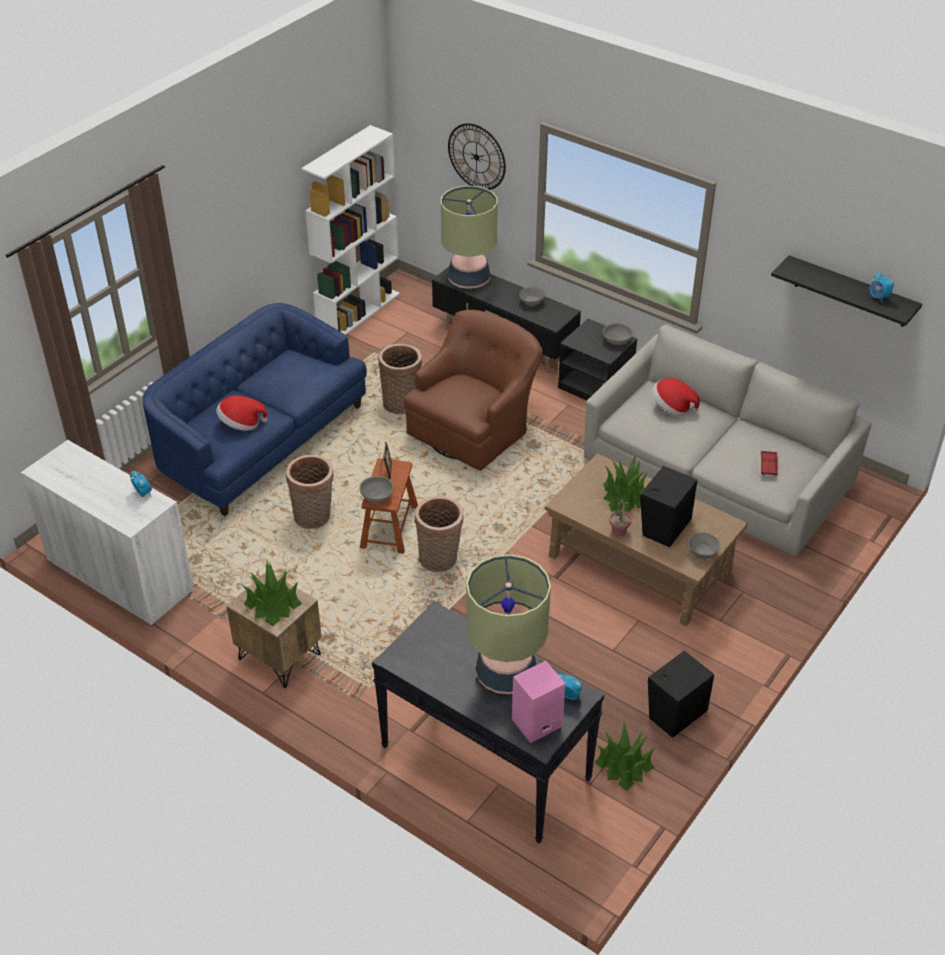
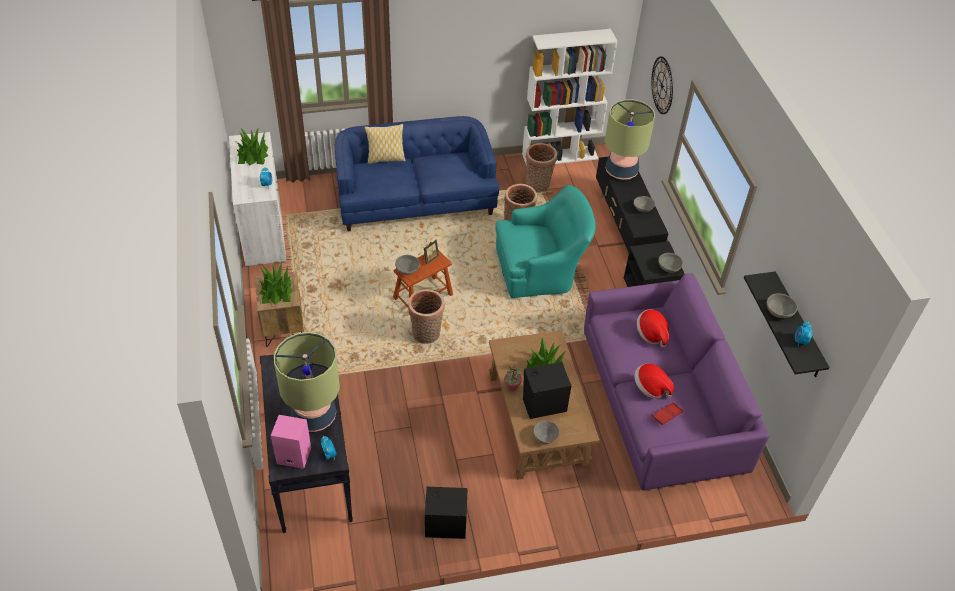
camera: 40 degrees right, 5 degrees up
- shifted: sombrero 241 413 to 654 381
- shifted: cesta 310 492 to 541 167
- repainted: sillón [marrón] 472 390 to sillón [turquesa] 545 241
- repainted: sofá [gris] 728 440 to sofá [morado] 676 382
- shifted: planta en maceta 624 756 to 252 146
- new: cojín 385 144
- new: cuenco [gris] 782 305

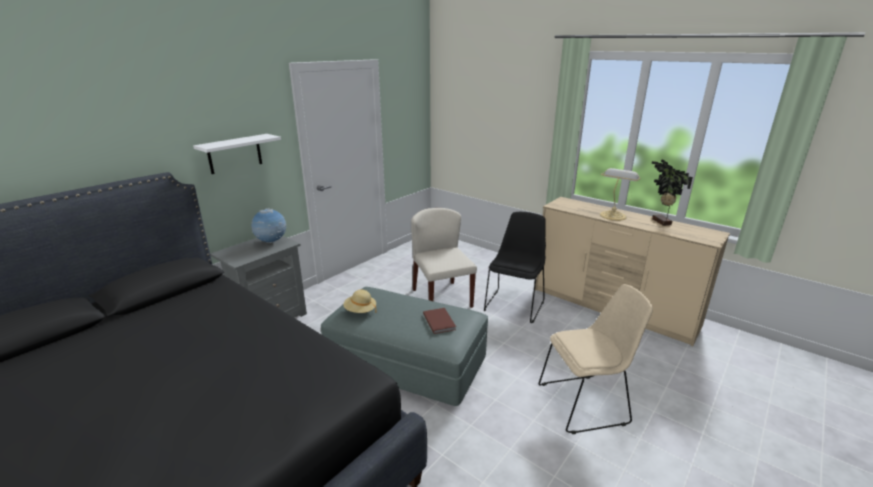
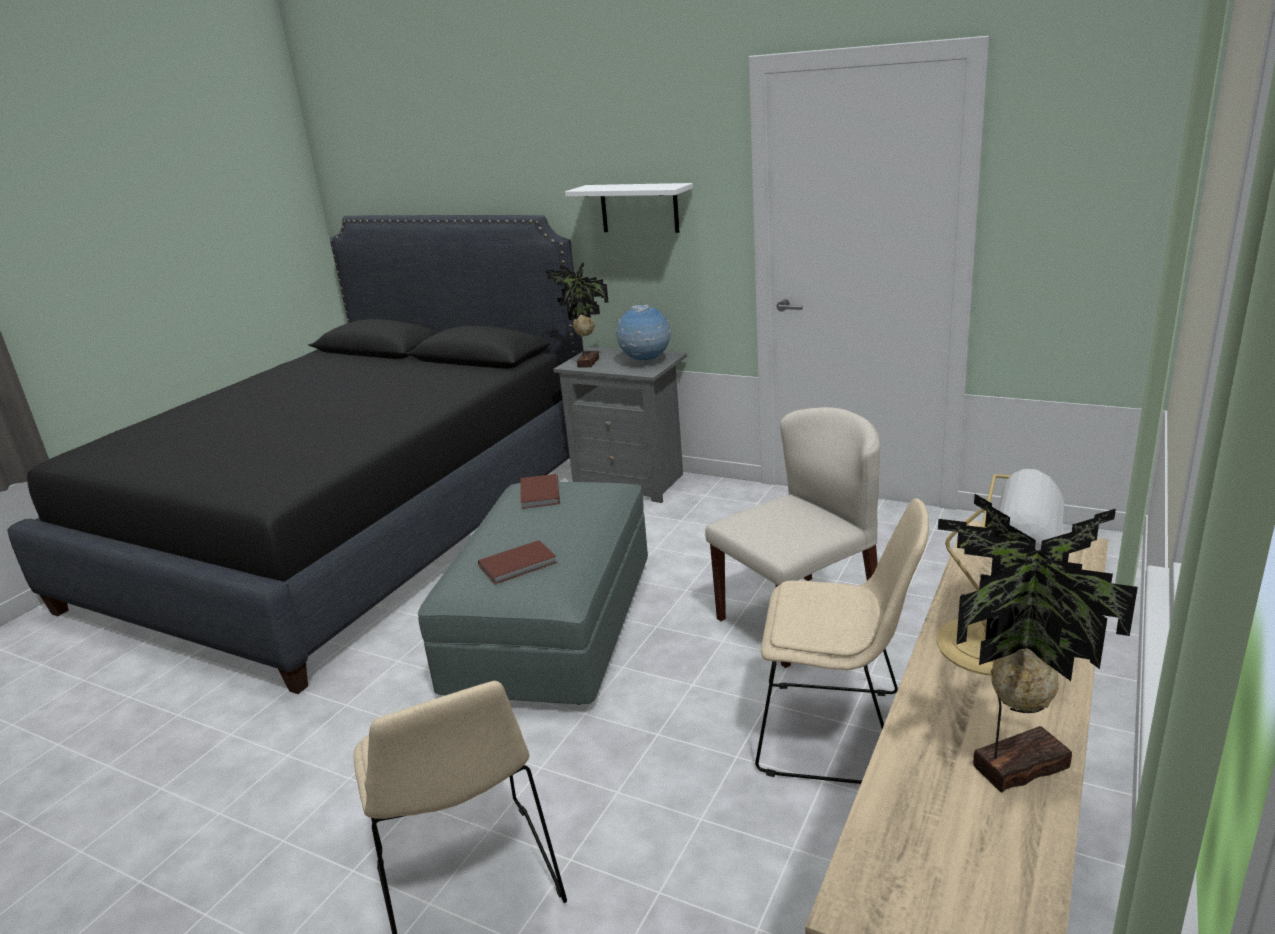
camera: 80 degrees right, 0 degrees up
- swapped: sombrero [beis] 360 301 to libro [marrón] 540 491
- repainted: silla [negro] 515 267 to silla [beis] 842 641
- new: planta en maceta 577 314

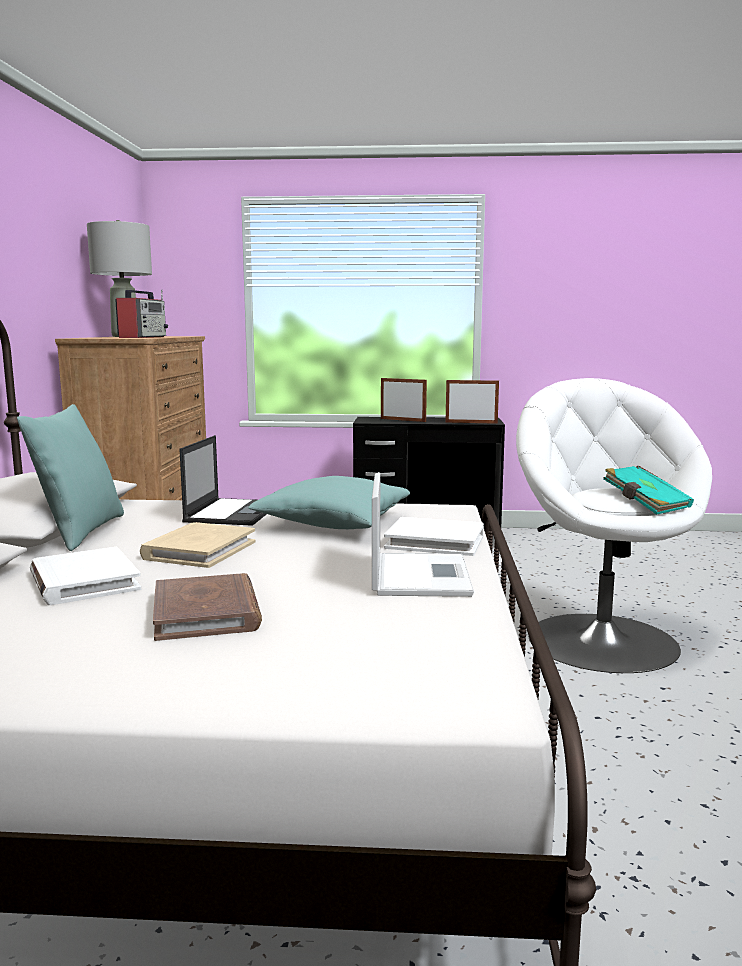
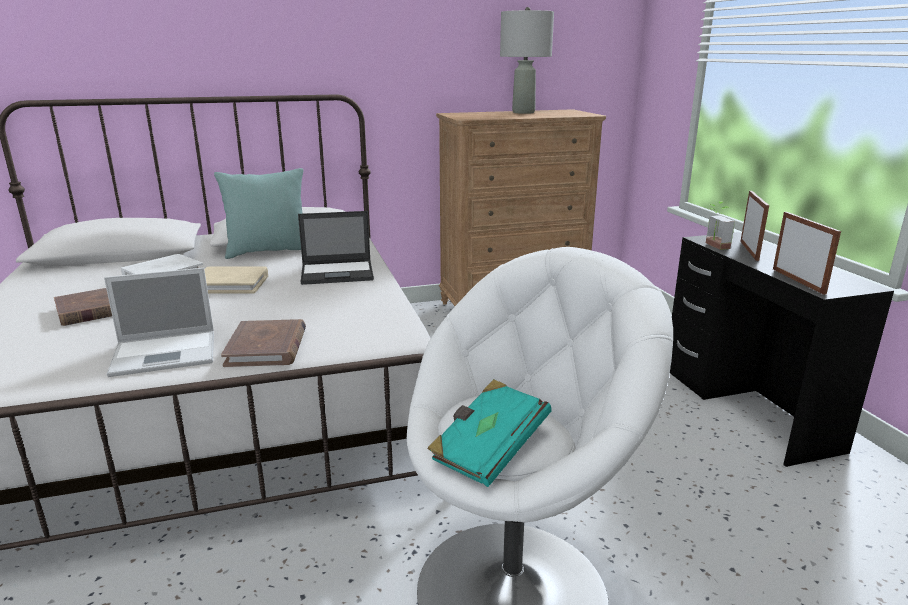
camera: 70 degrees right, 10 degrees up
- gone: radio 141 313
- gone: cojín [turquesa] 329 502
- repainted: libro [blanco] 434 536 to libro [marrón] 263 343
- new: planta en maceta 720 225

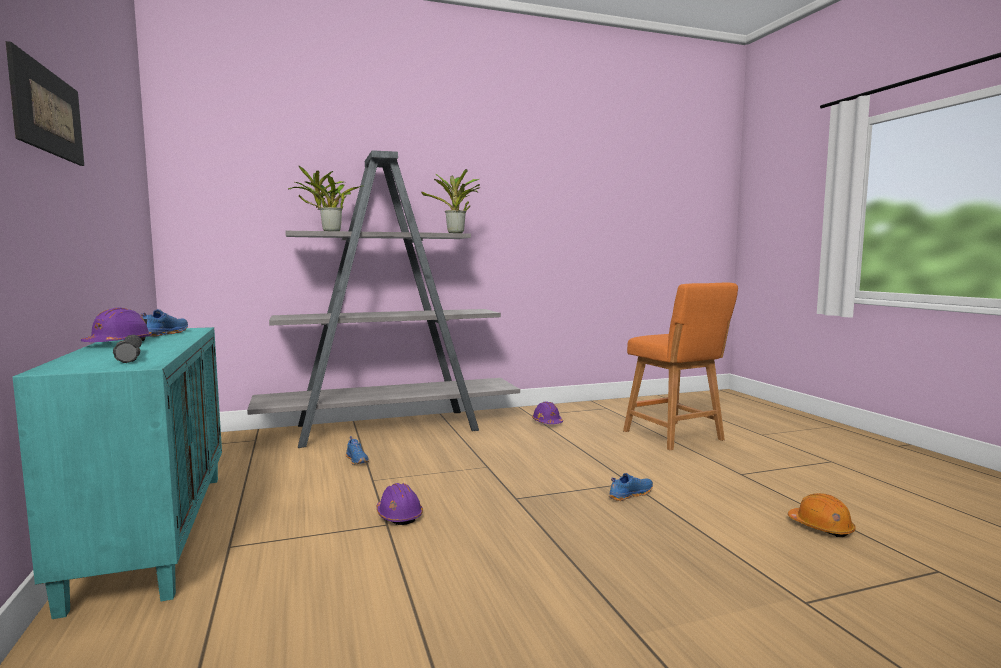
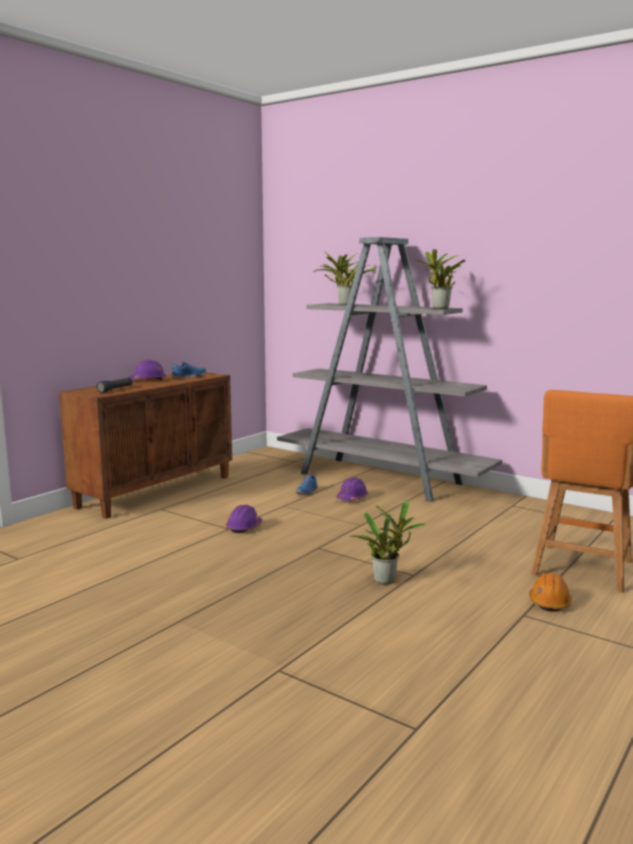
camera: 55 degrees right, 5 degrees up
- gone: cuadro 45 103
- repainted: armario [turquesa] 117 473 to armario [marrón] 145 445
- shifted: casco [morado] 547 412 to 352 489
- swapped: zapato [azul] 631 487 to planta en maceta 386 542
- shifted: casco [naranja] 822 515 to 550 592

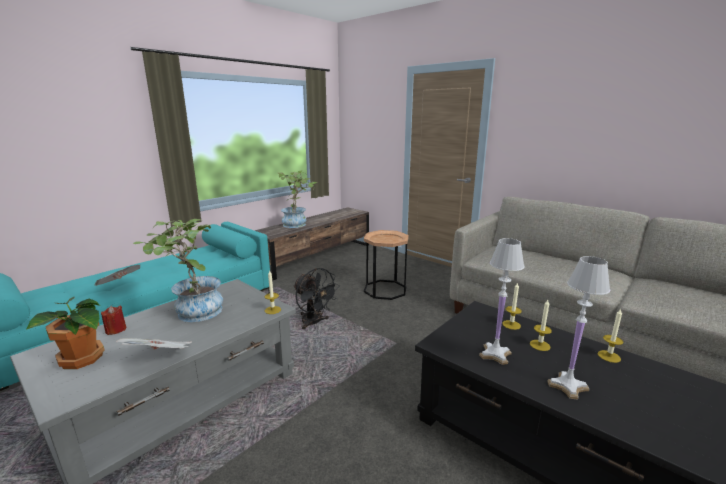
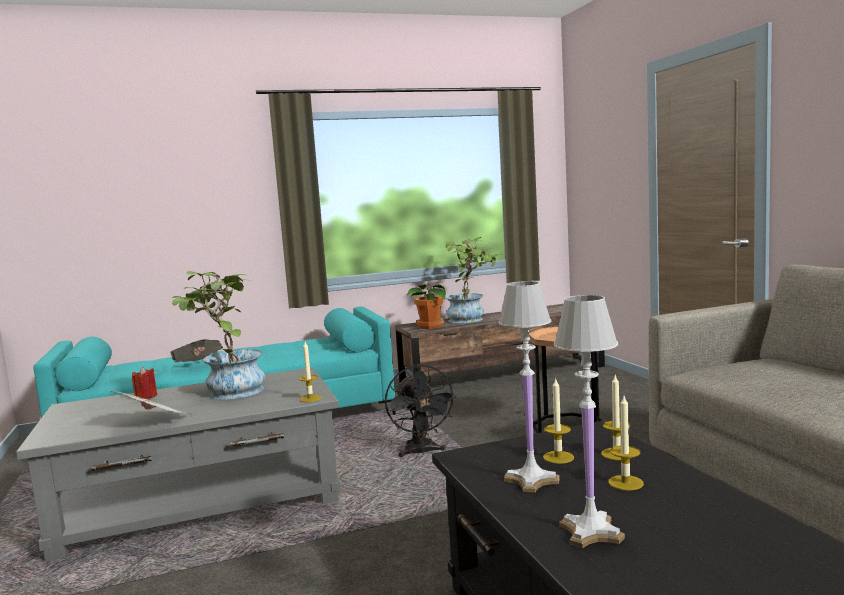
camera: 30 degrees right, 10 degrees down
- shifted: planta en maceta 65 333 to 426 306
- shifted: vela 610 335 to 558 421

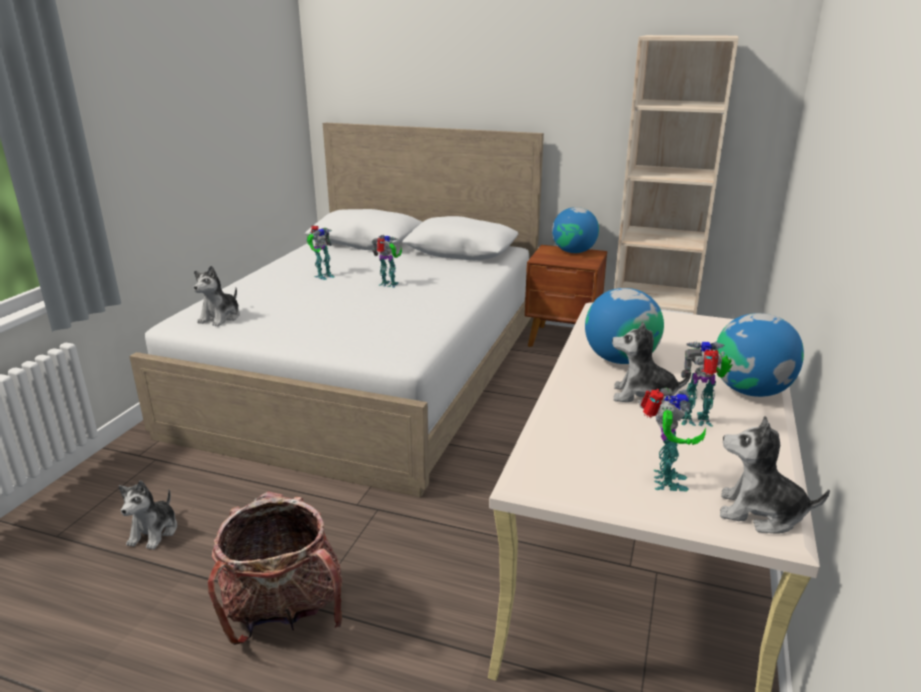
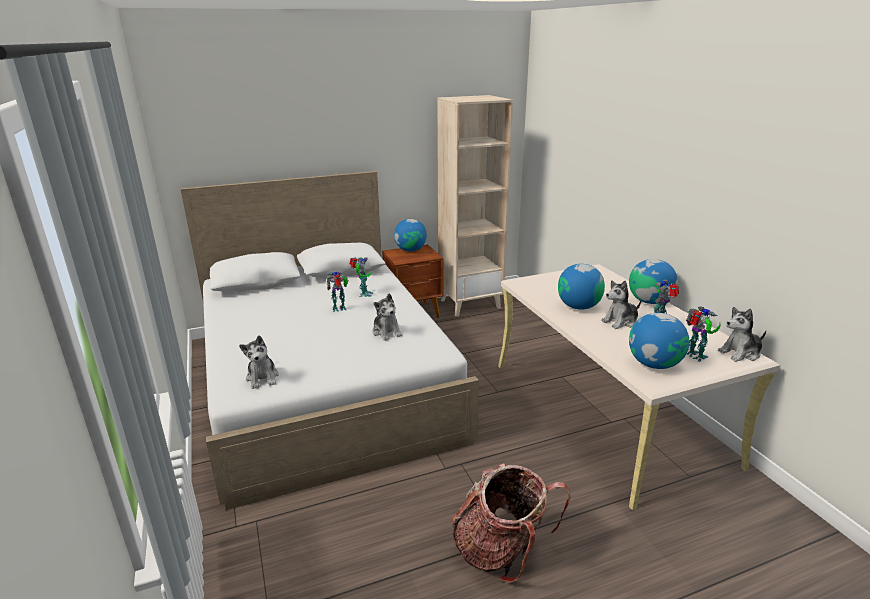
camera: 40 degrees left, 0 degrees up
- shifted: peluche 148 515 to 387 317
- shifted: robot de juguete 320 253 to 361 277
- new: globo terráqueo 659 341

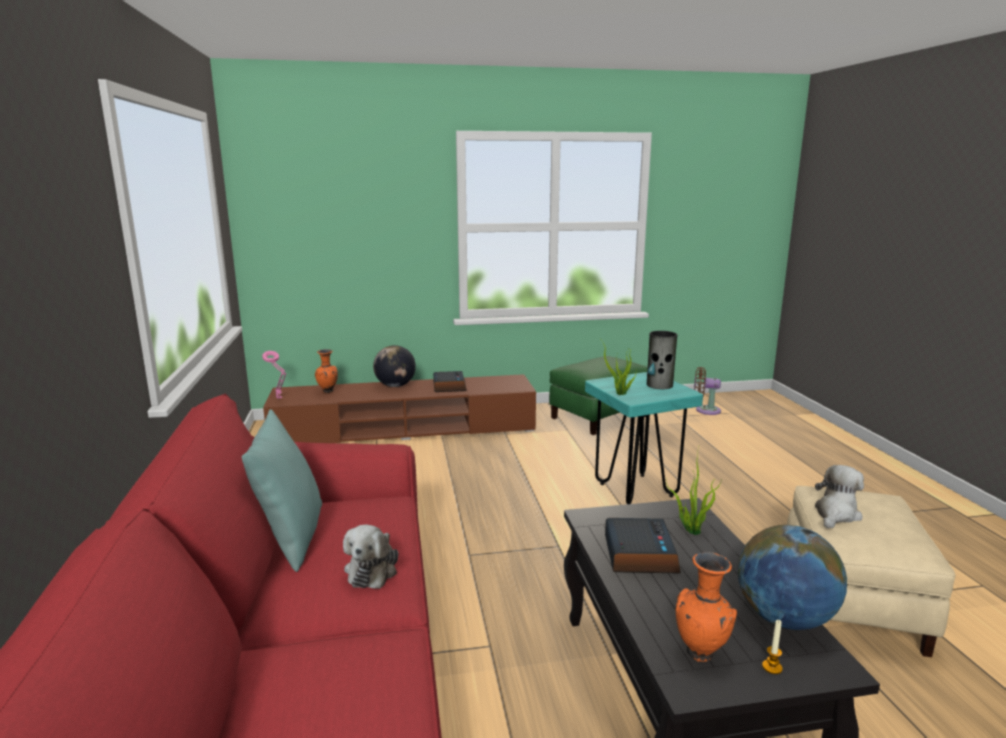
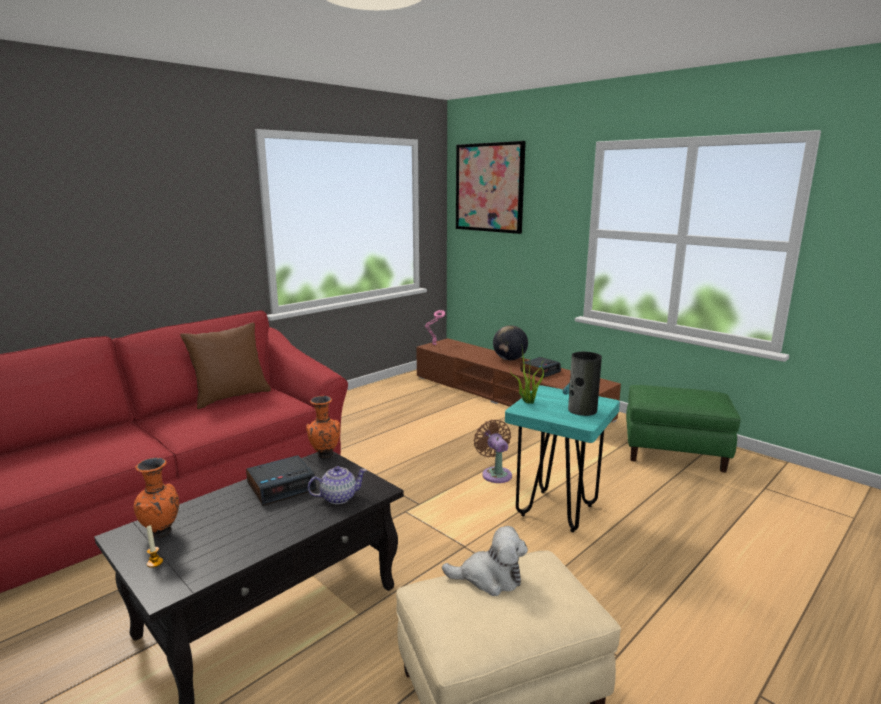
camera: 55 degrees right, 0 degrees up
- repainted: cojín [turquesa] 282 490 to cojín [marrón] 225 365
- shifted: florero [naranja] 326 371 to 323 427
- gone: peluche 370 556
- swapped: planta en maceta 694 491 to tetera 337 485
- shifted: ventilador [marrón] 707 391 to 493 451
- gone: globo terráqueo 792 577
- new: cuadro 491 187

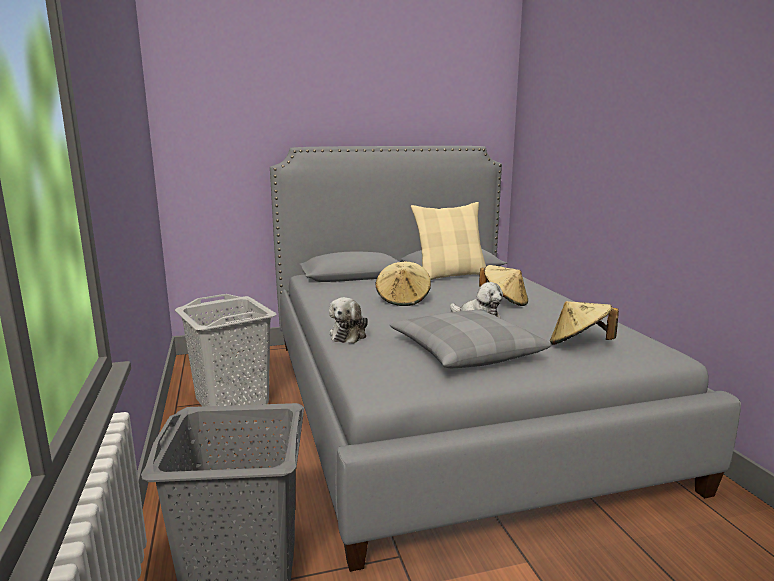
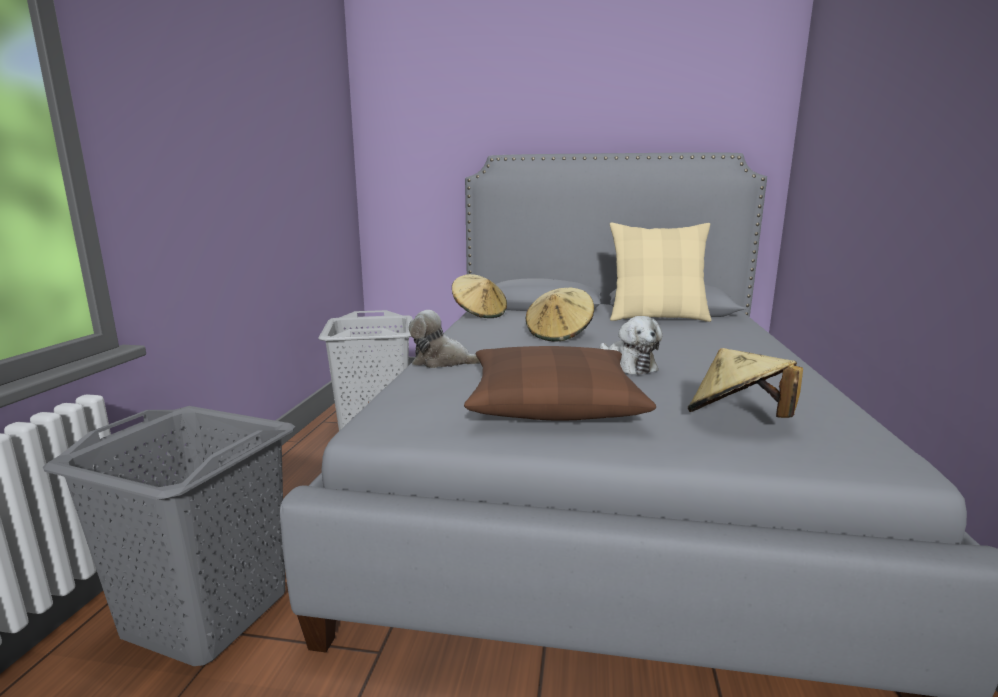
camera: 25 degrees right, 0 degrees up
- rotated: peluche 348 320 = 444 339 60 degrees clockwise
- repainted: cojín [gris] 470 338 to cojín [marrón] 560 383
- shifted: sombrero [beis] 503 285 to 479 296

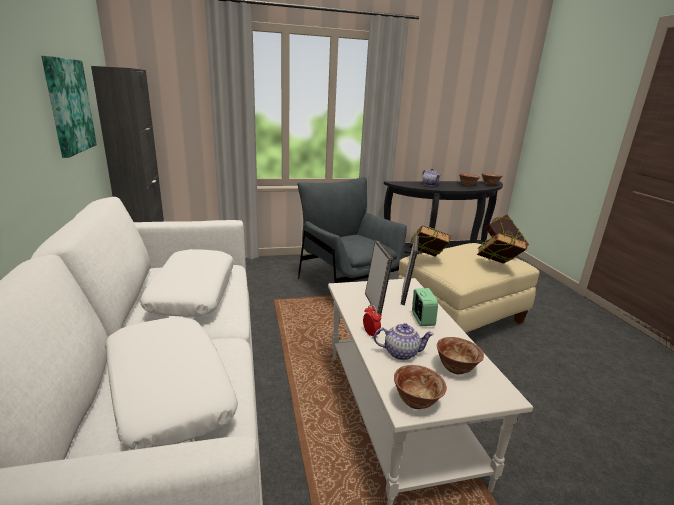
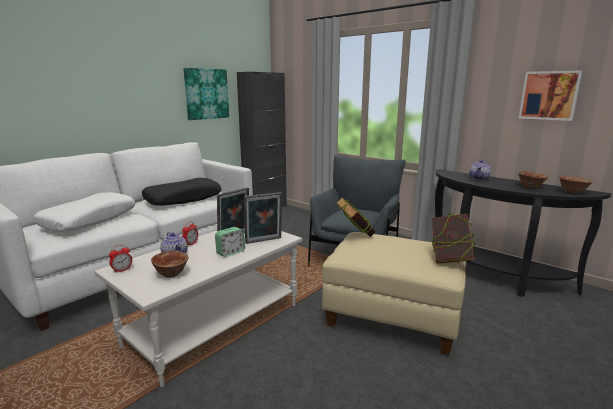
camera: 55 degrees right, 5 degrees down
- repainted: cojín [blanco] 187 283 to cojín [negro] 181 192
- swapped: cuenco 420 387 to despertador 120 259
- gone: libro 502 248
- new: cuadro 550 95

